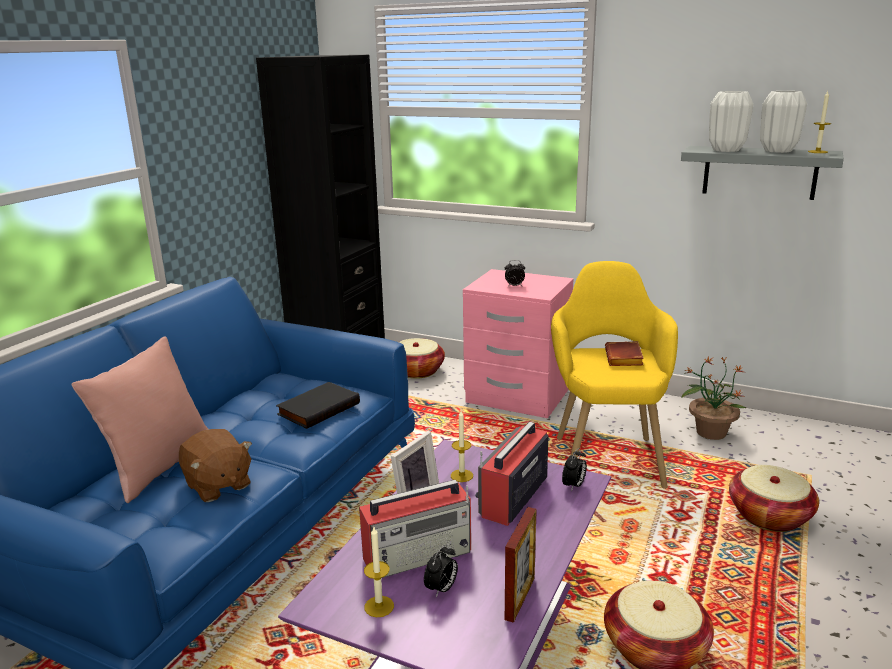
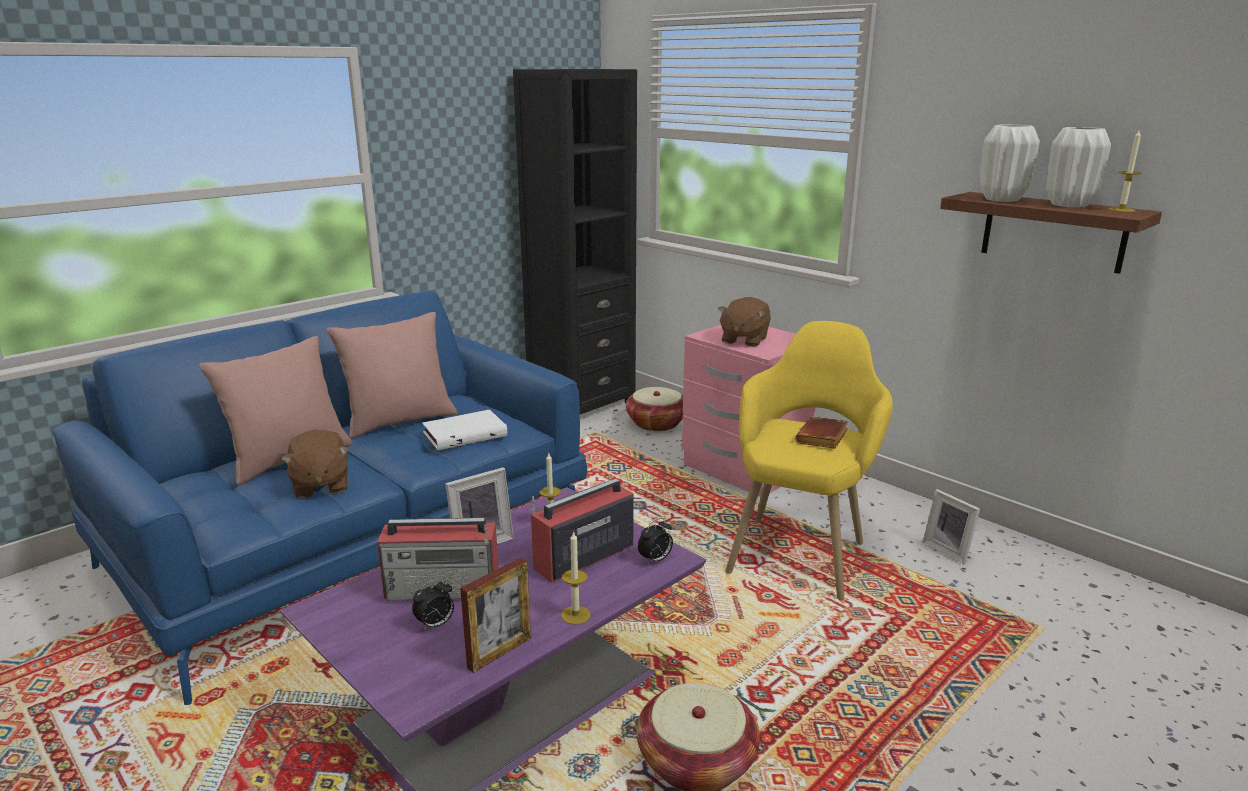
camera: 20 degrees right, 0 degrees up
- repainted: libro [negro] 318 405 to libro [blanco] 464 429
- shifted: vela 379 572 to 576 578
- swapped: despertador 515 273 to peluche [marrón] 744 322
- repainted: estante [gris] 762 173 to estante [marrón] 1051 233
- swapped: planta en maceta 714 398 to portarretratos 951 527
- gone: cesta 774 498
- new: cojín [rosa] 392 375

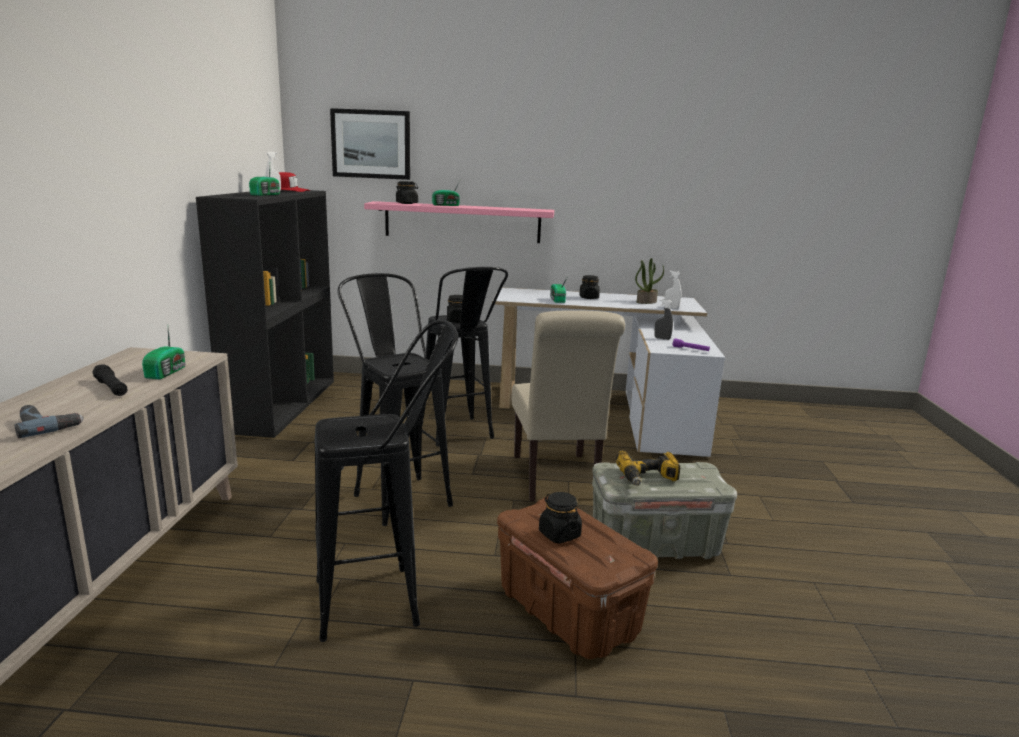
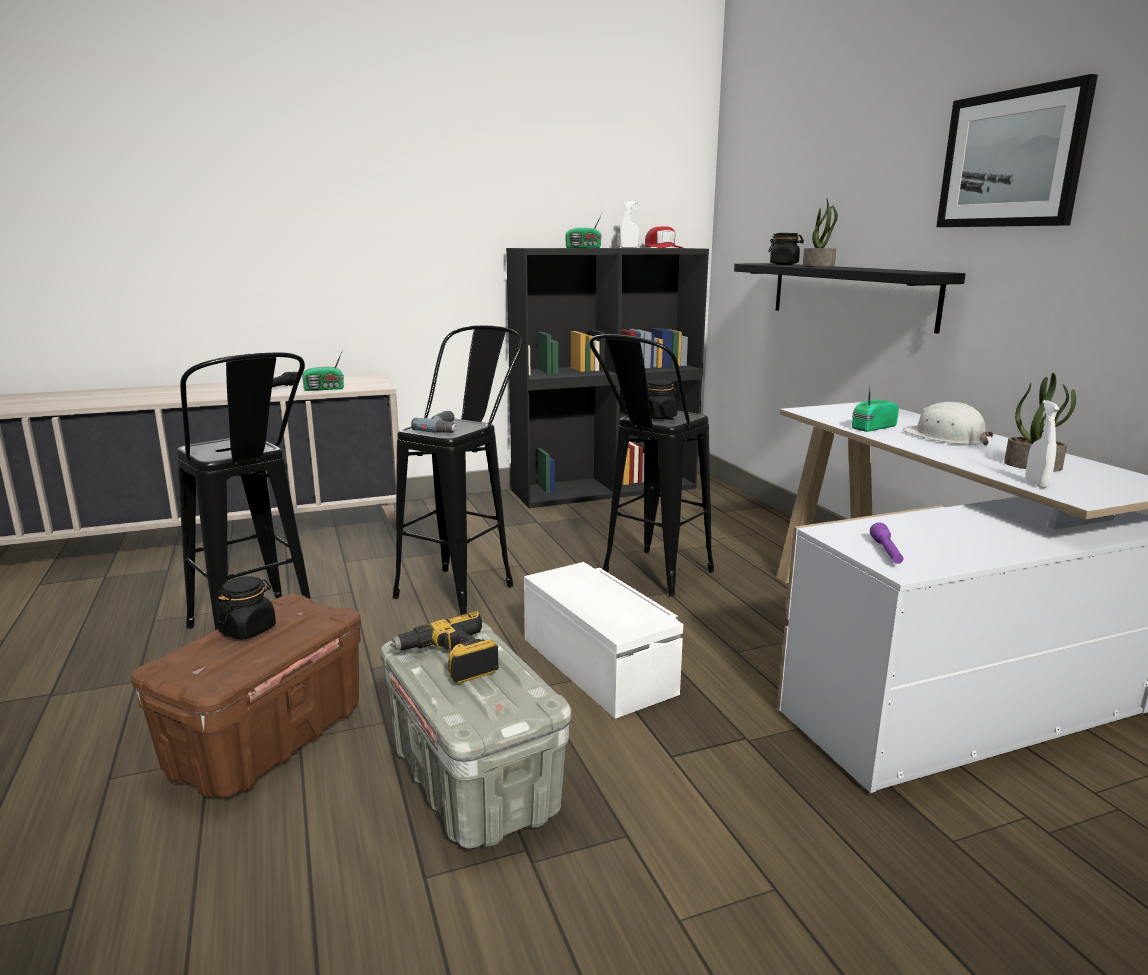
camera: 65 degrees right, 0 degrees up
- shifted: taladro 49 421 to 434 422
- shifted: cuadro 370 144 to 1017 150
- repainted: estante [rosa] 459 222 to estante [negro] 850 298
- swapped: radio 446 192 to planta en maceta 820 233
- swapped: silla [beis] 568 405 to caja de almacenaje [blanco] 603 640
- swapped: tarro [negro] 589 287 to casco [blanco] 948 423
- gone: pulverizador [gris] 663 319

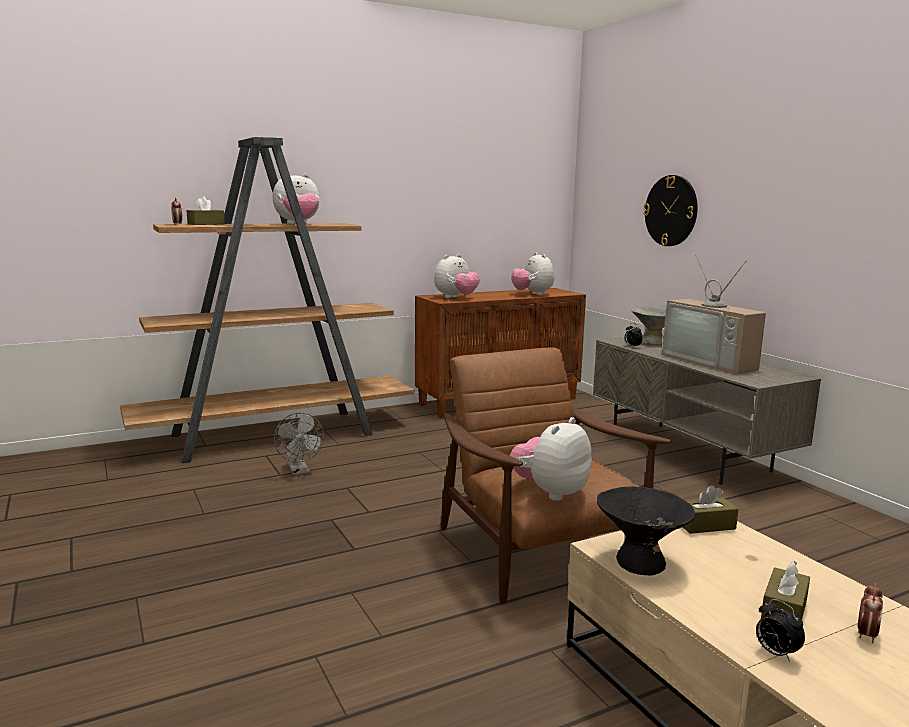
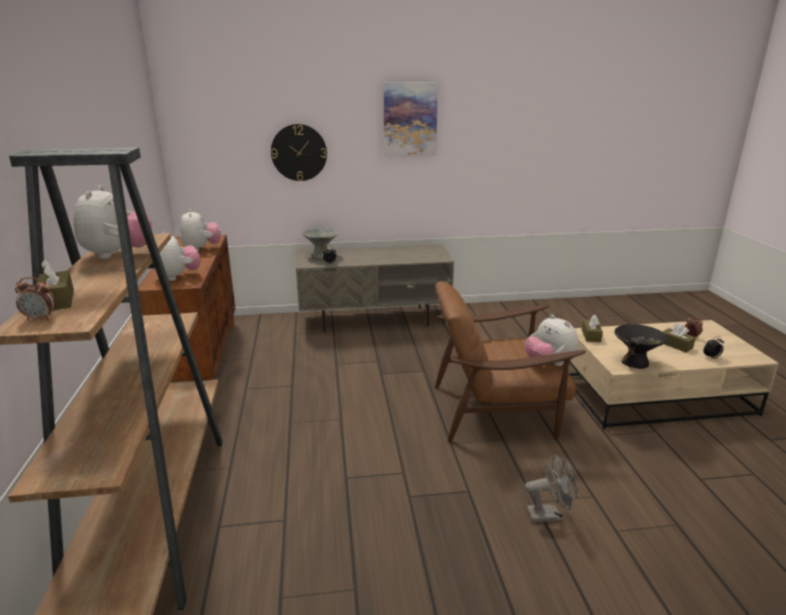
camera: 70 degrees left, 10 degrees up
- shifted: ventilador [gris] 299 444 to 551 488
- rotated: peluche 532 273 = 200 230 105 degrees counterclockwise
- gone: televisor 714 314
- new: cuadro 411 119

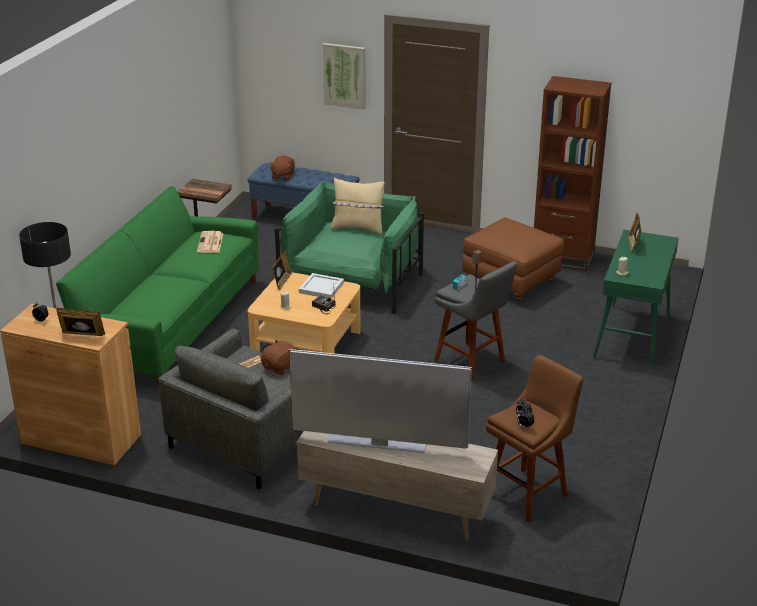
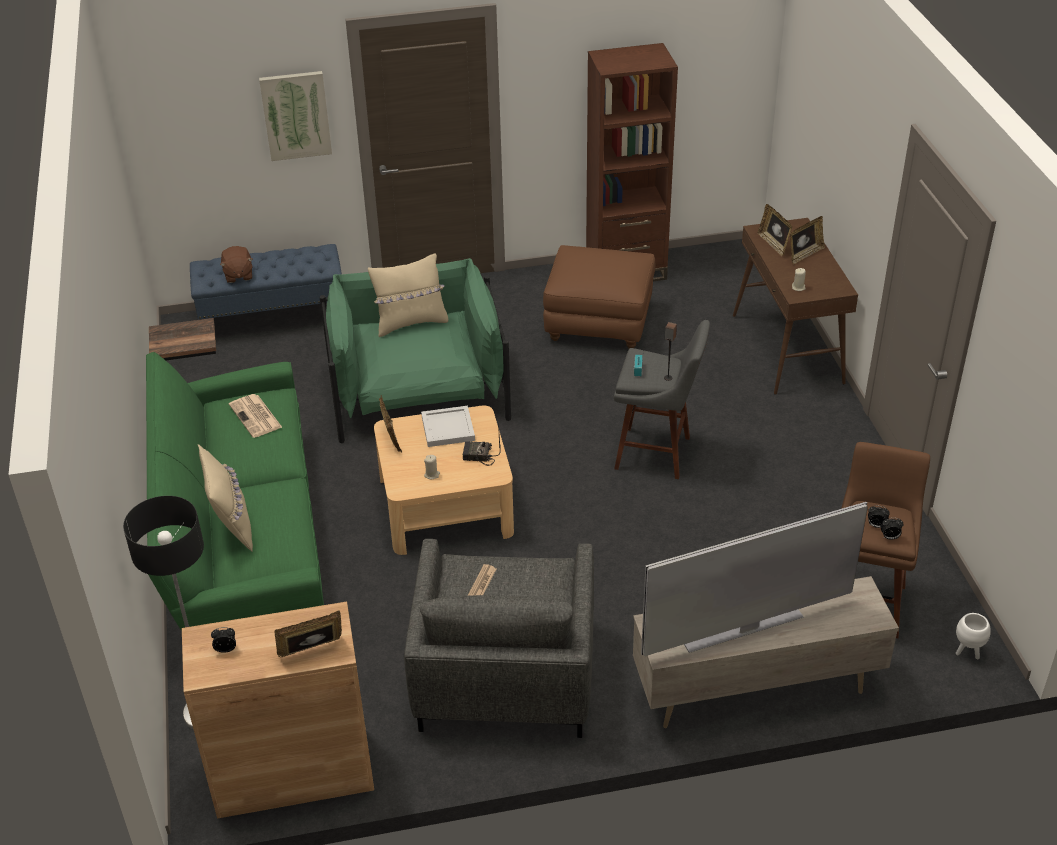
camera: 30 degrees left, 10 degrees up
- gone: peluche [marrón] 278 357
- repainted: mesa consola [verde] 636 299 to mesa consola [marrón] 795 306
- new: cojín [beis] 225 497
- new: portarretratos 807 240
- new: maceta [blanco] 973 636

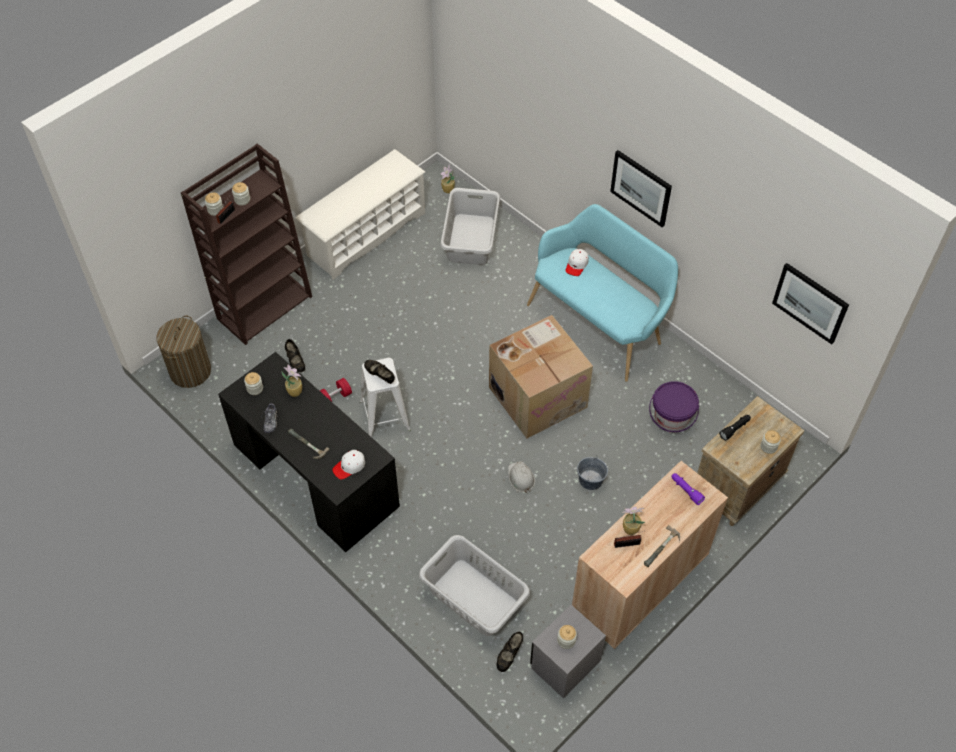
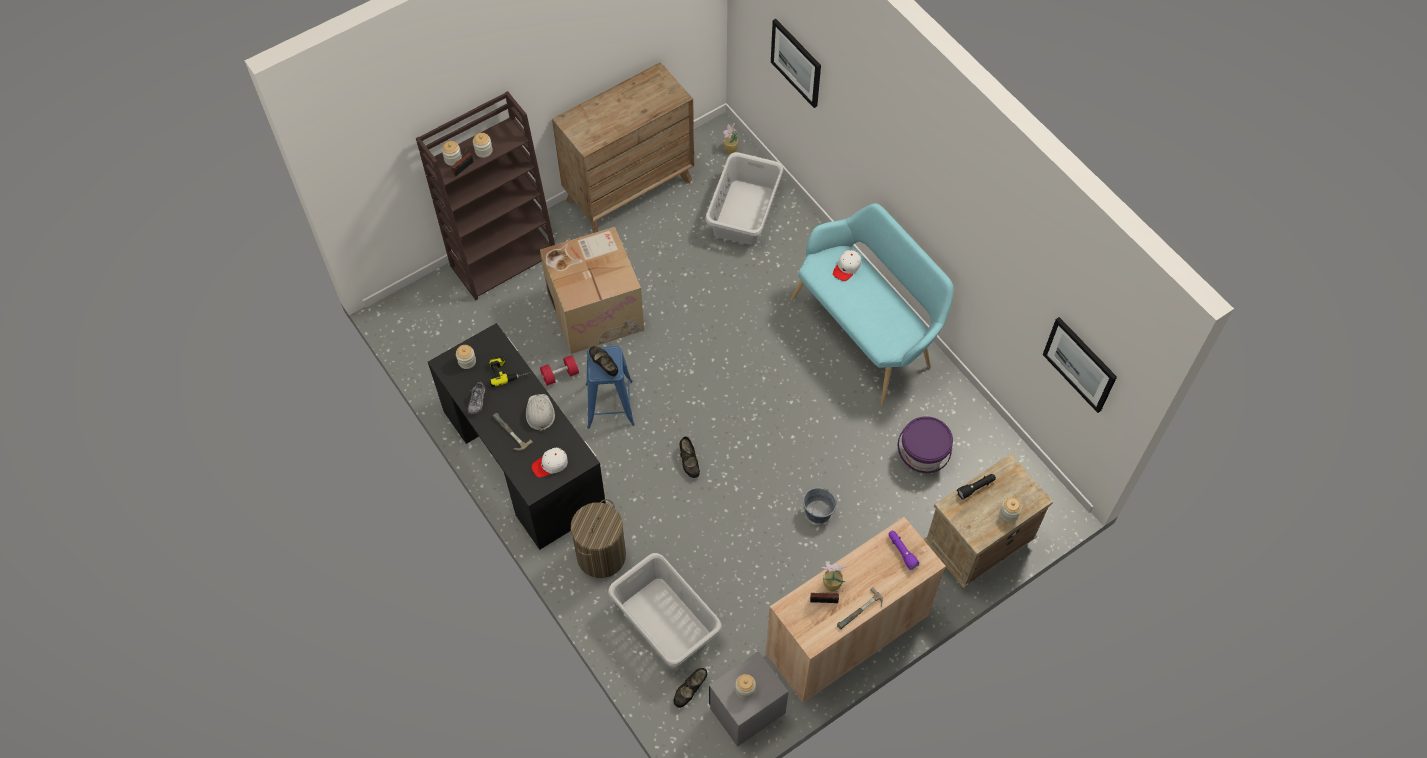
camera: 10 degrees right, 5 degrees up
- shifted: cesto de la ropa 183 351 to 598 538
- swapped: planta en maceta 292 380 to taladro 510 371
- shifted: zapato [negro] 295 355 to 689 457
- swapped: zapatero [blanco] 360 214 to cómoda [marrón] 623 147
- repainted: taburete [blanco] 385 397 to taburete [azul] 610 387
- shifted: caja de cartón 541 376 to 592 290
- shifted: casco [blanco] 521 477 to 540 413
- shifted: cuadro 641 188 to 796 63

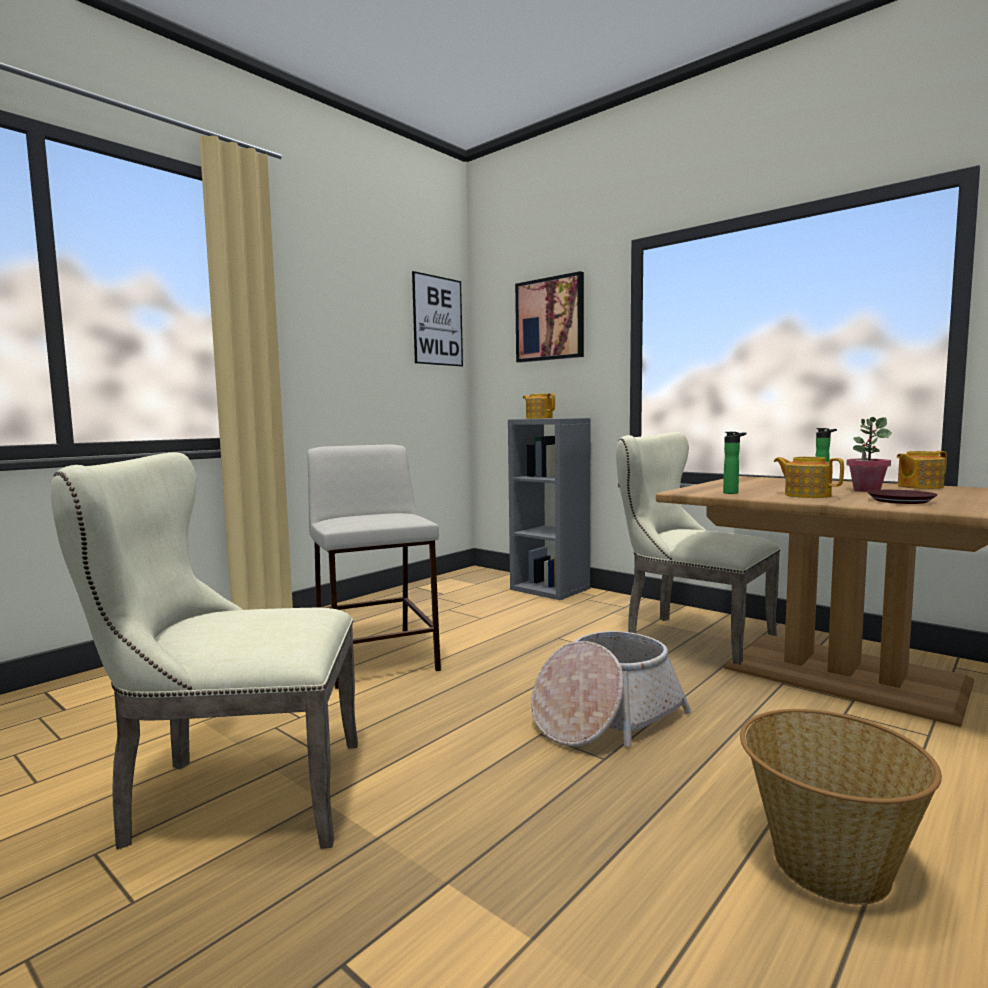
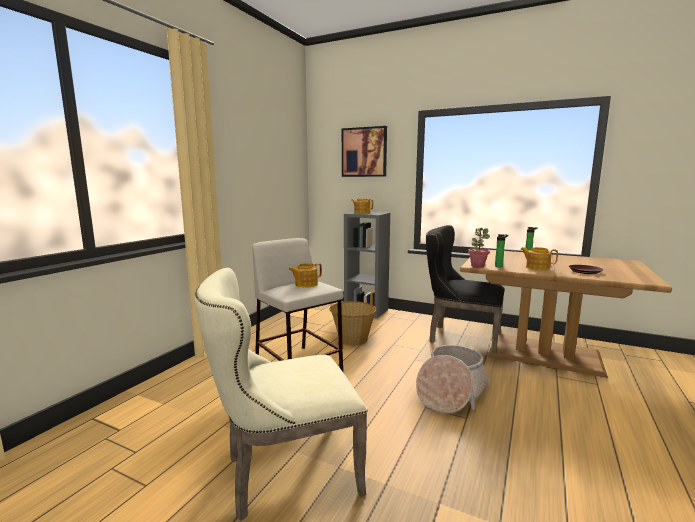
camera: 15 degrees left, 5 degrees up
- gone: cuadro 437 319
- repainted: silla [beis] 698 548 to silla [negro] 465 289
- shifted: cesta 841 806 to 352 323
- shifted: planta en maceta 869 454 to 479 248
- shifted: tetera 921 470 to 305 275

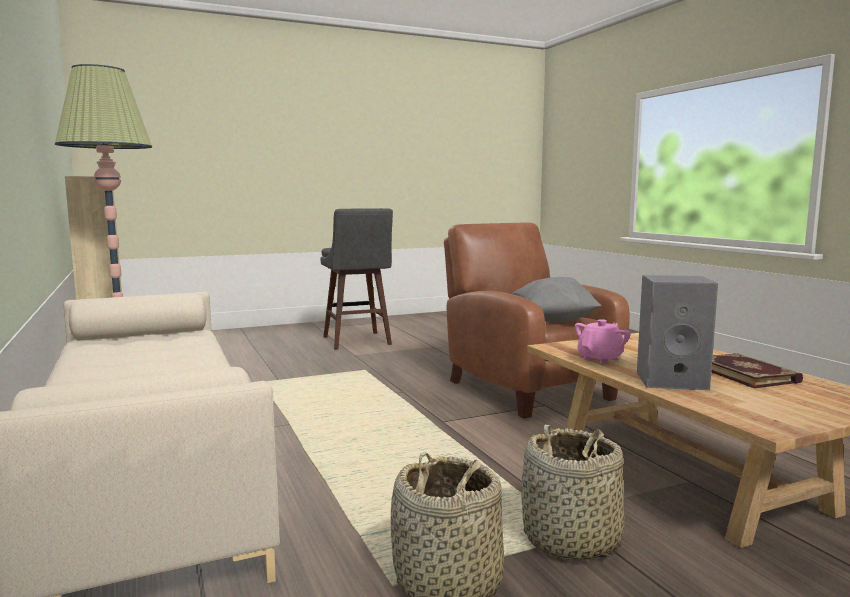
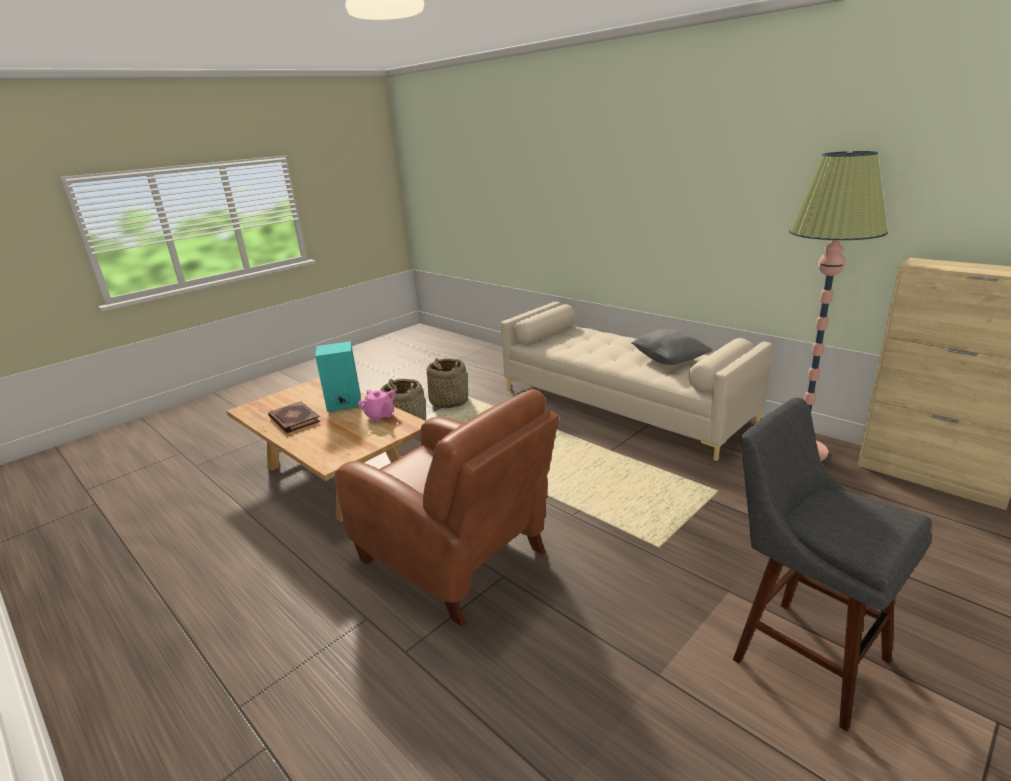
camera: 160 degrees right, 15 degrees up
- shifted: cojín [gris] 556 299 to 672 347
- rotated: tetera [rosa] 603 341 = 377 405 60 degrees counterclockwise
- repainted: altavoz [gris] 677 332 to altavoz [turquesa] 338 376

